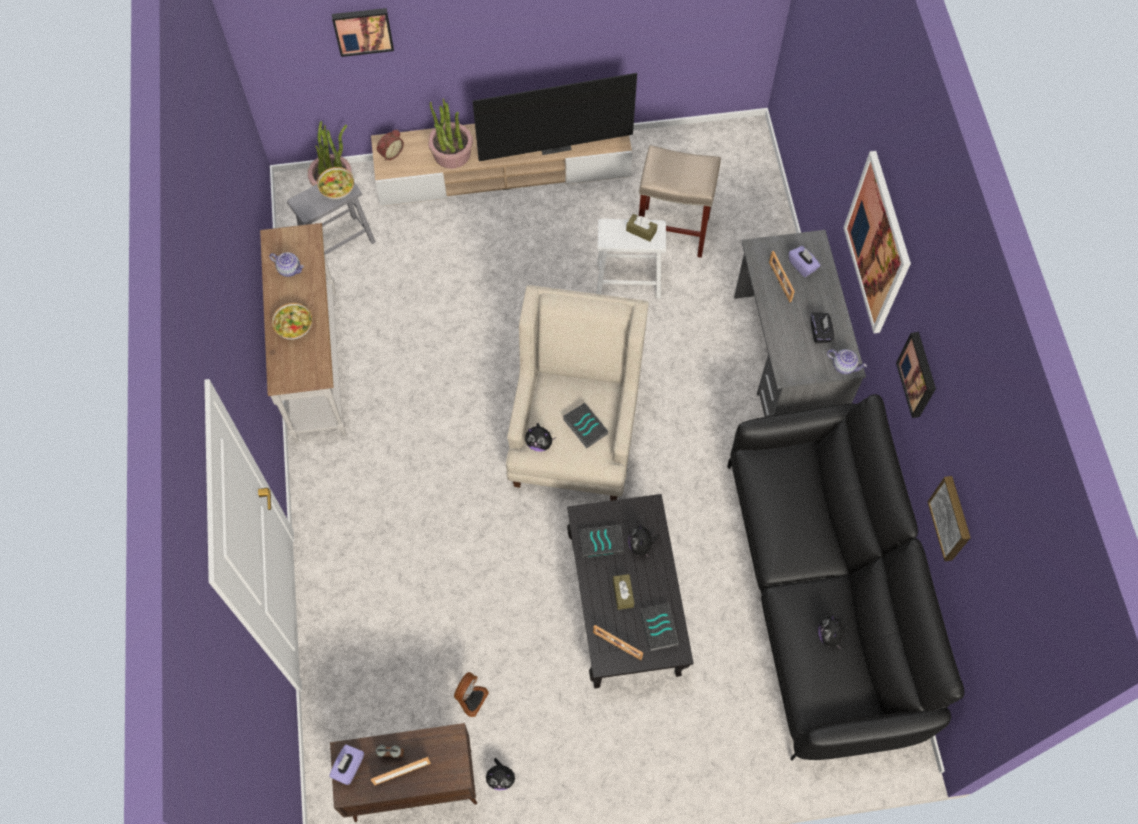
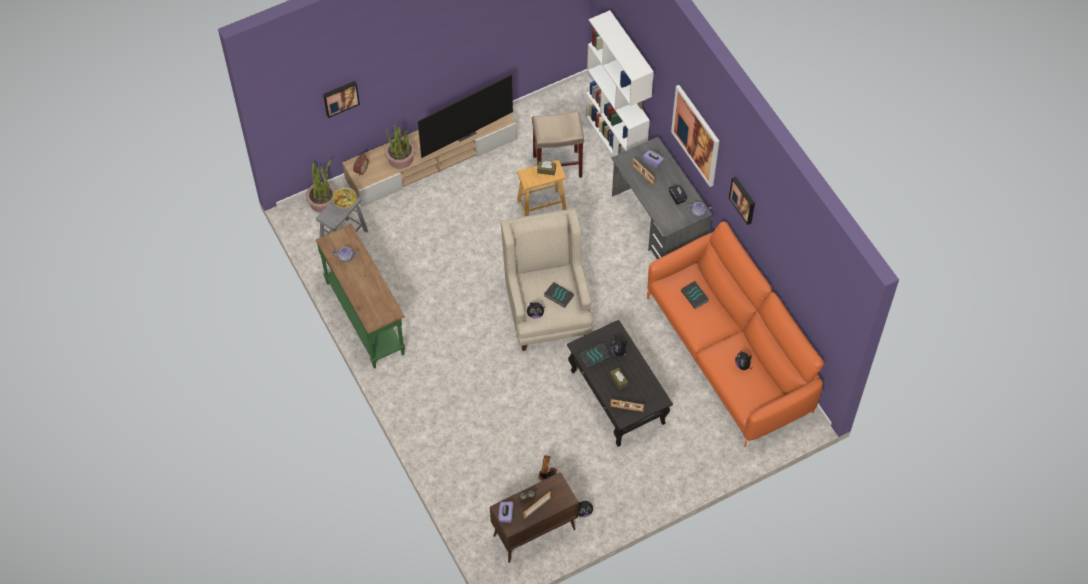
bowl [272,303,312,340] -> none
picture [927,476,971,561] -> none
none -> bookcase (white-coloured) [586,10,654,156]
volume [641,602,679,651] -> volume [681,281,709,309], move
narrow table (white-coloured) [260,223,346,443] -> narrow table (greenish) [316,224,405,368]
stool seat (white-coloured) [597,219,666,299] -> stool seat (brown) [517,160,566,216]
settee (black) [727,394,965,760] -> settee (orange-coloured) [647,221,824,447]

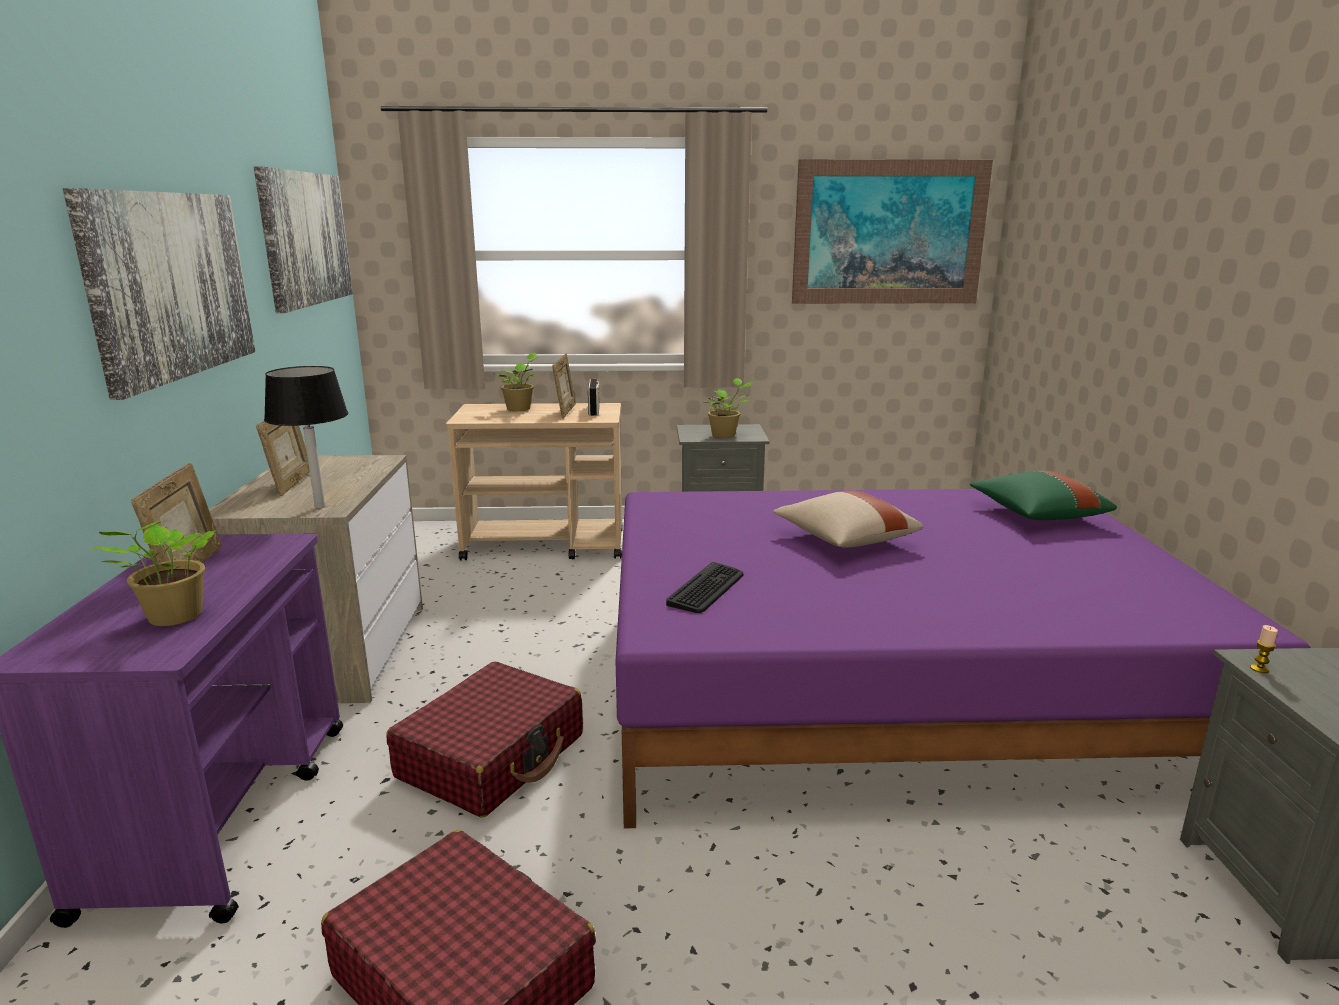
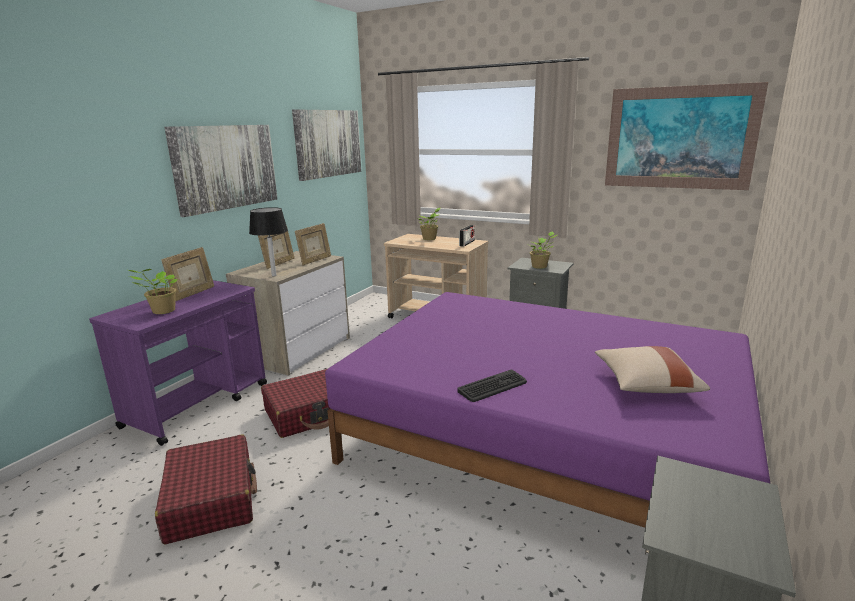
pillow (greenish) [970,471,1117,520] -> none
wax candle [1250,625,1278,673] -> none
photo frame [552,353,576,419] -> photo frame [295,223,331,265], move
keyboard [666,562,744,613] -> keyboard [457,370,527,402], move
pillow (beige-coloured) [773,490,924,547] -> pillow (beige-coloured) [595,346,710,393], move

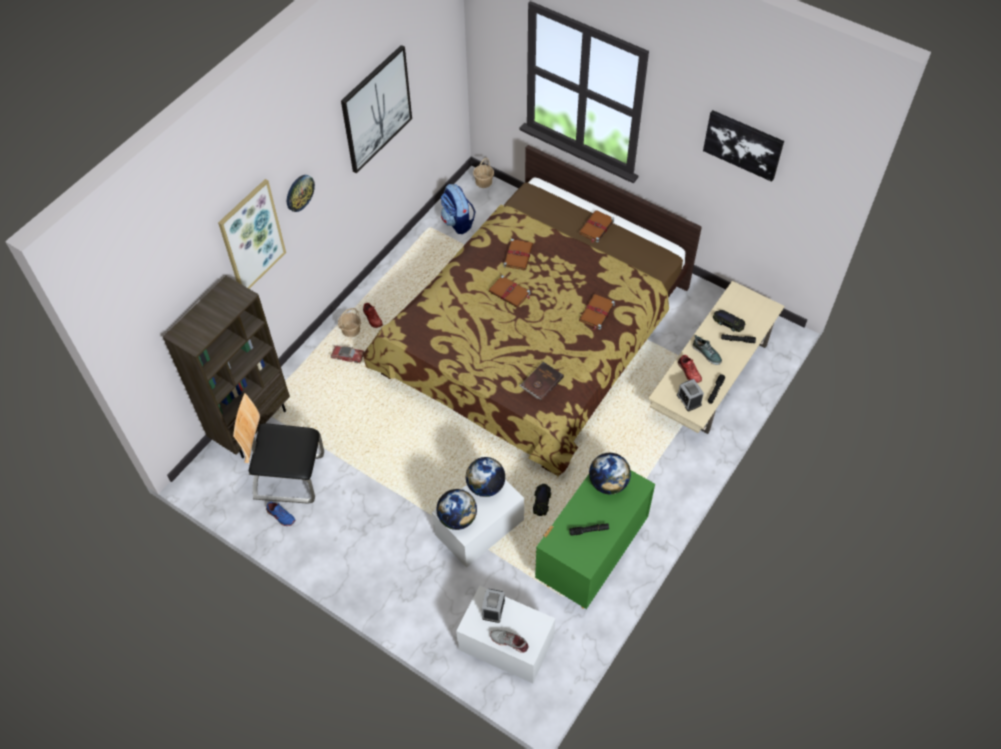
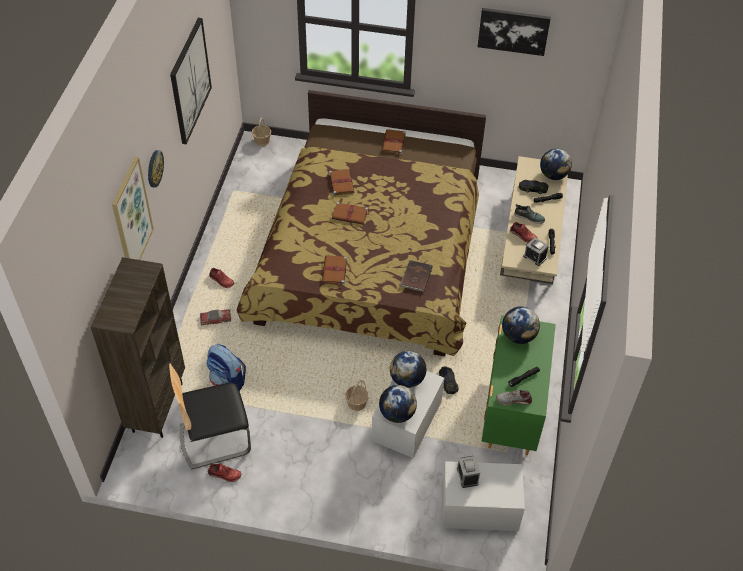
none -> globe [540,149,572,180]
storage basket [338,308,361,337] -> storage basket [345,380,369,411], move
backpack [441,184,476,234] -> backpack [206,344,246,391], move
shoe (gray) [490,630,529,653] -> shoe (gray) [496,390,532,405], move
volume (brown) [579,294,615,330] -> volume (brown) [322,255,347,287], move
shoe (blue-coloured) [266,502,296,526] -> shoe (red) [208,463,242,482]

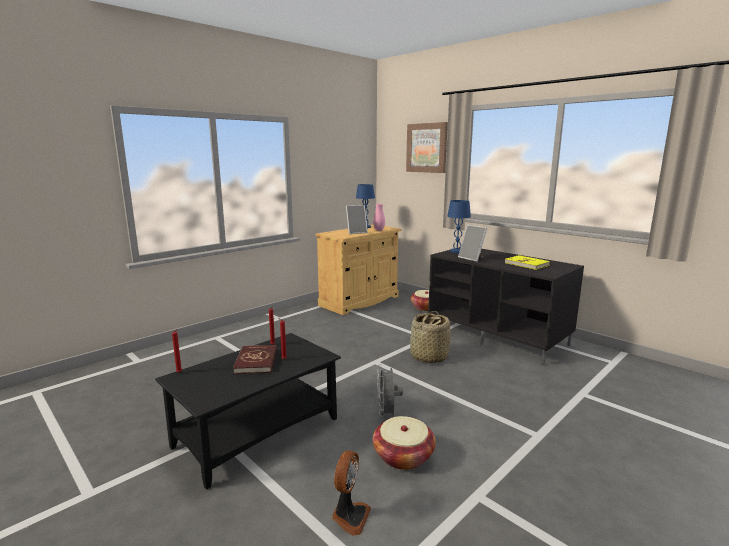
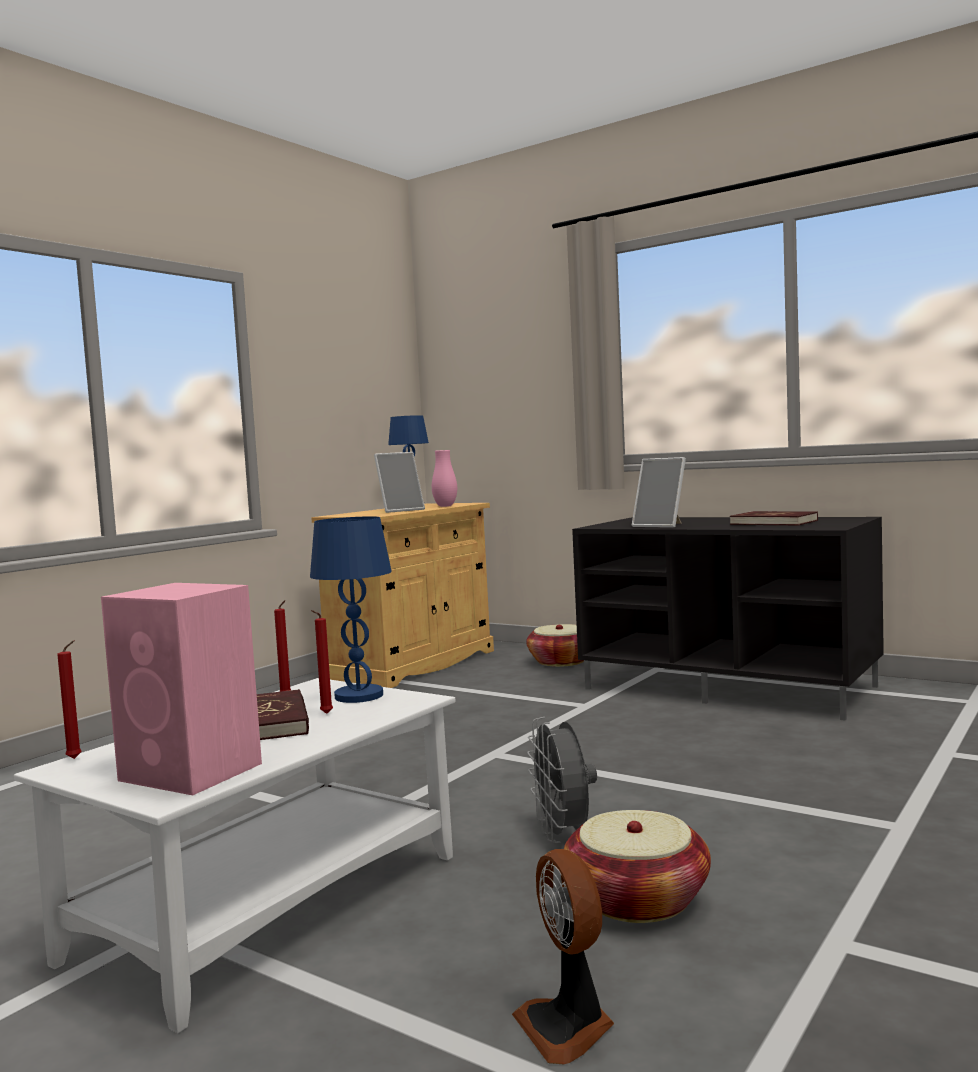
picture [406,122,448,173] -> none
storage basket [410,311,451,363] -> none
none -> audio speaker (pink-coloured) [101,583,262,795]
lamp for a table (blue-coloured) [447,200,471,253] -> lamp for a table (blue-coloured) [310,516,392,703], move
coffee table (black) [155,333,341,490] -> coffee table (white-coloured) [14,678,455,1033]
volume (yellowish) [505,255,550,270] -> volume (red) [730,511,818,526]
fan [331,451,371,536] -> fan [512,849,614,1065], 150 degrees clockwise

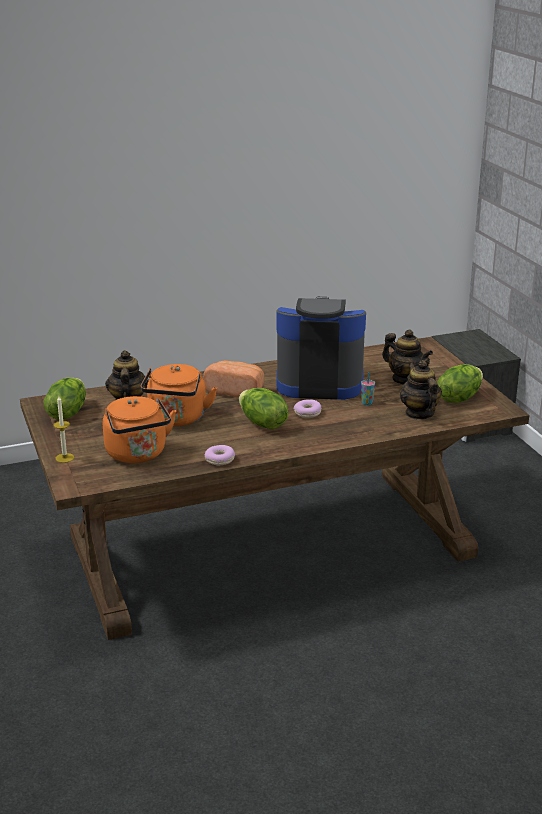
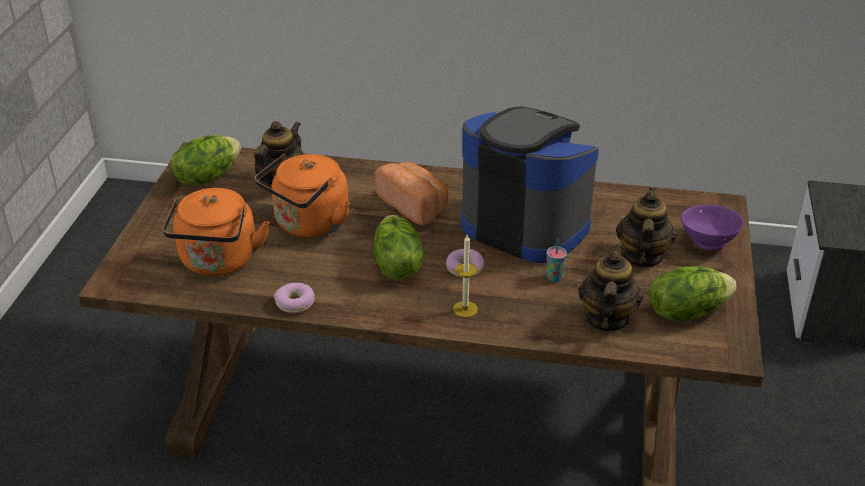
none -> bowl (purple) [681,205,744,251]
wax candle [53,396,74,463] -> wax candle [453,235,478,318], move
teapot [382,330,433,384] -> teapot [616,187,677,267], 150 degrees counterclockwise

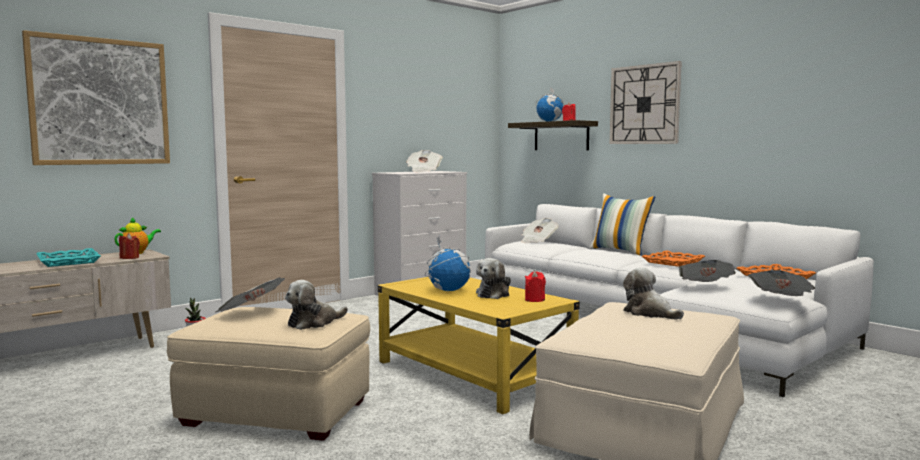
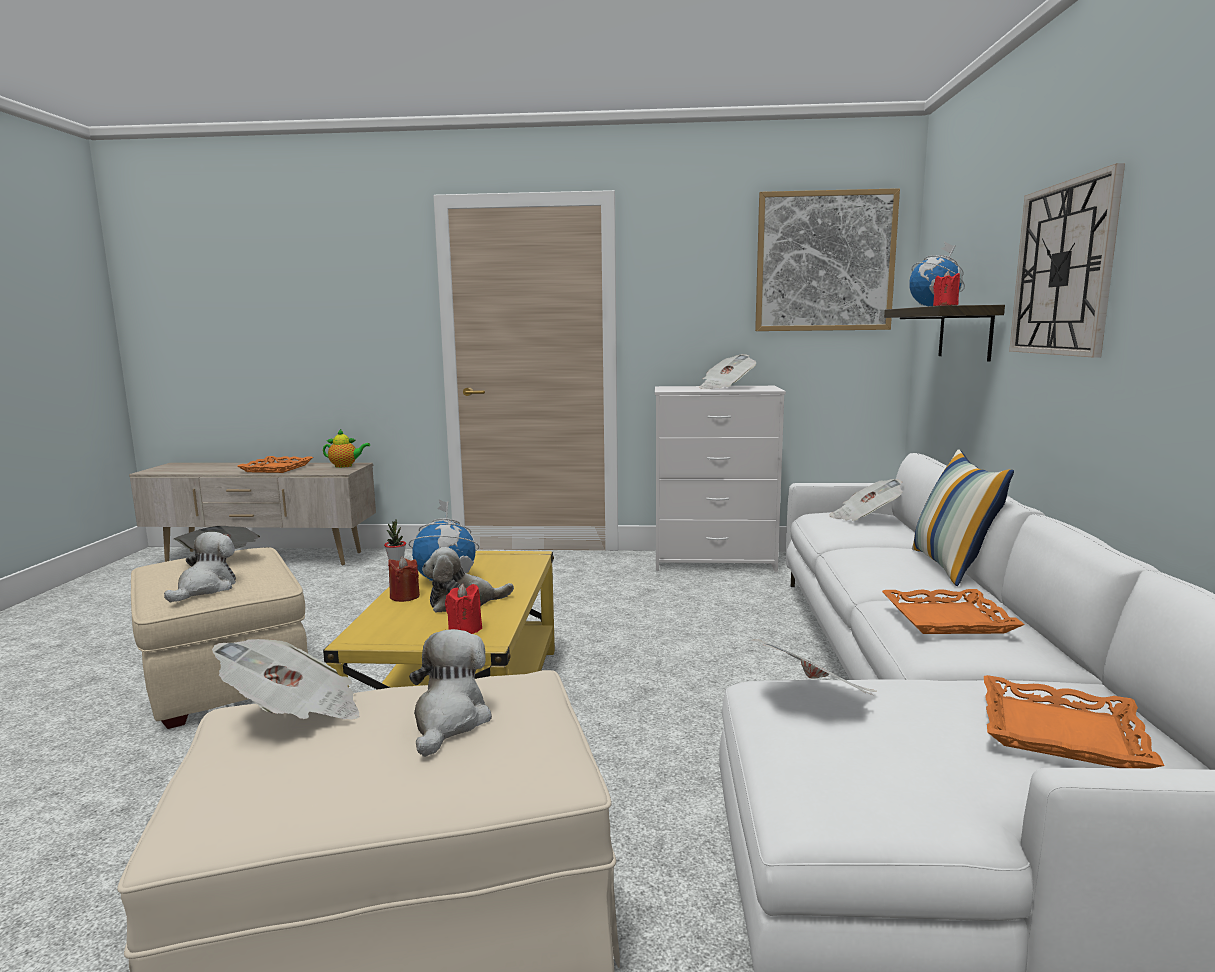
picture [22,30,170,165] -> picture [755,188,900,331], move
wax candle (red) [119,233,140,259] -> wax candle (red) [388,556,420,602], move
printed paper [748,270,815,296] -> printed paper [212,639,360,720], move
tray (turquoise-coloured) [36,248,101,267] -> tray (orange-coloured) [237,456,313,473]
cuddly toy [285,280,348,330] -> cuddly toy [164,532,236,603], 105 degrees clockwise

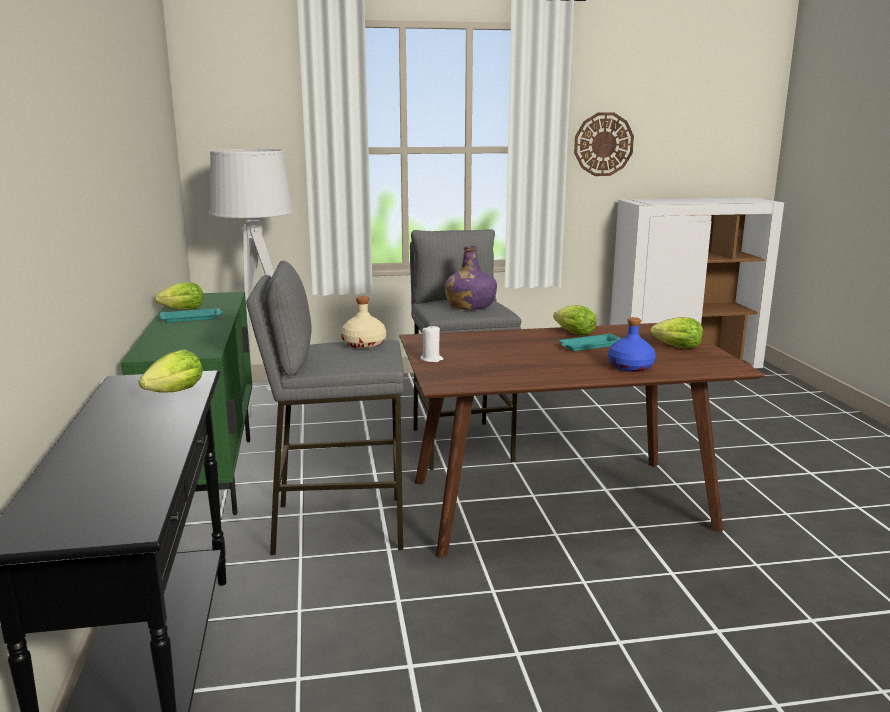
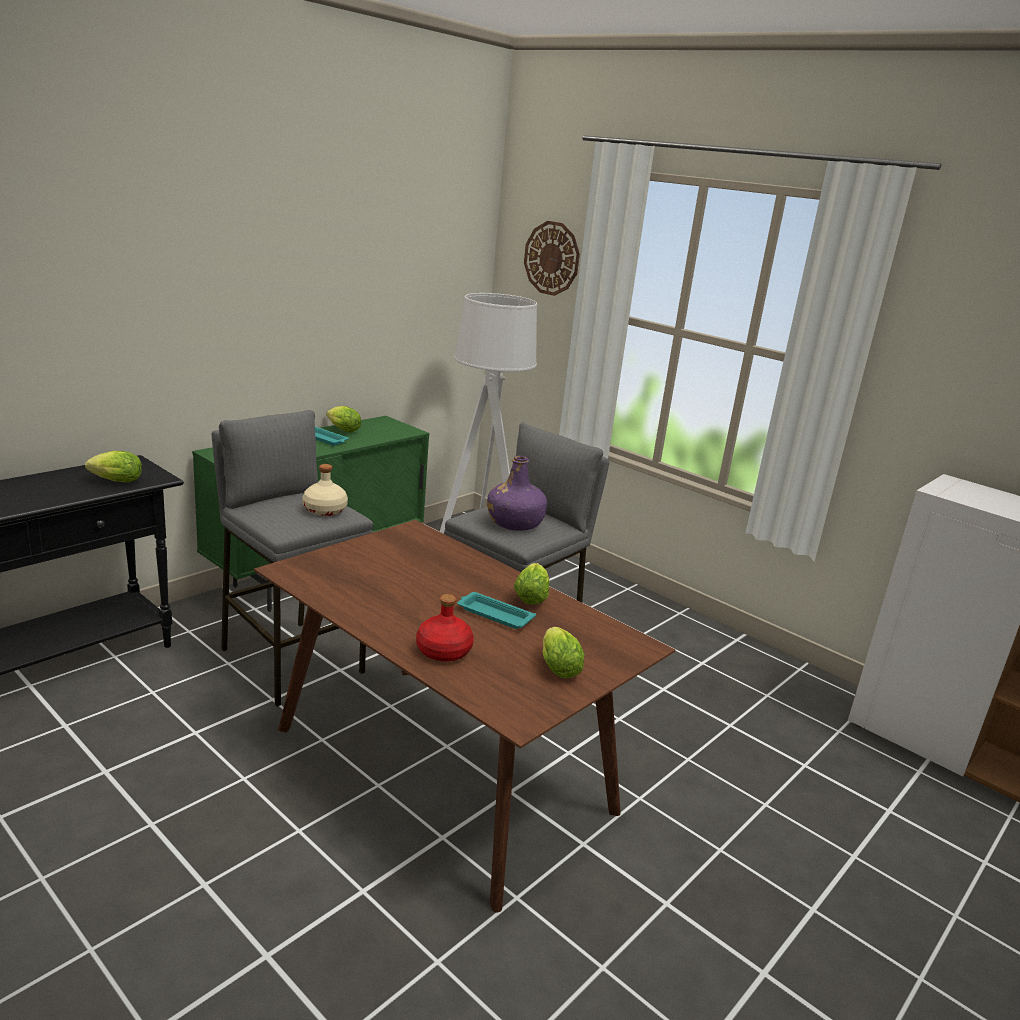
wax candle (white-coloured) [420,325,443,362] -> none
hanging clock [574,112,634,176] -> hanging clock [524,221,580,296], move
drink bottle (blue-coloured) [608,317,656,372] -> drink bottle (red) [416,594,474,662]

